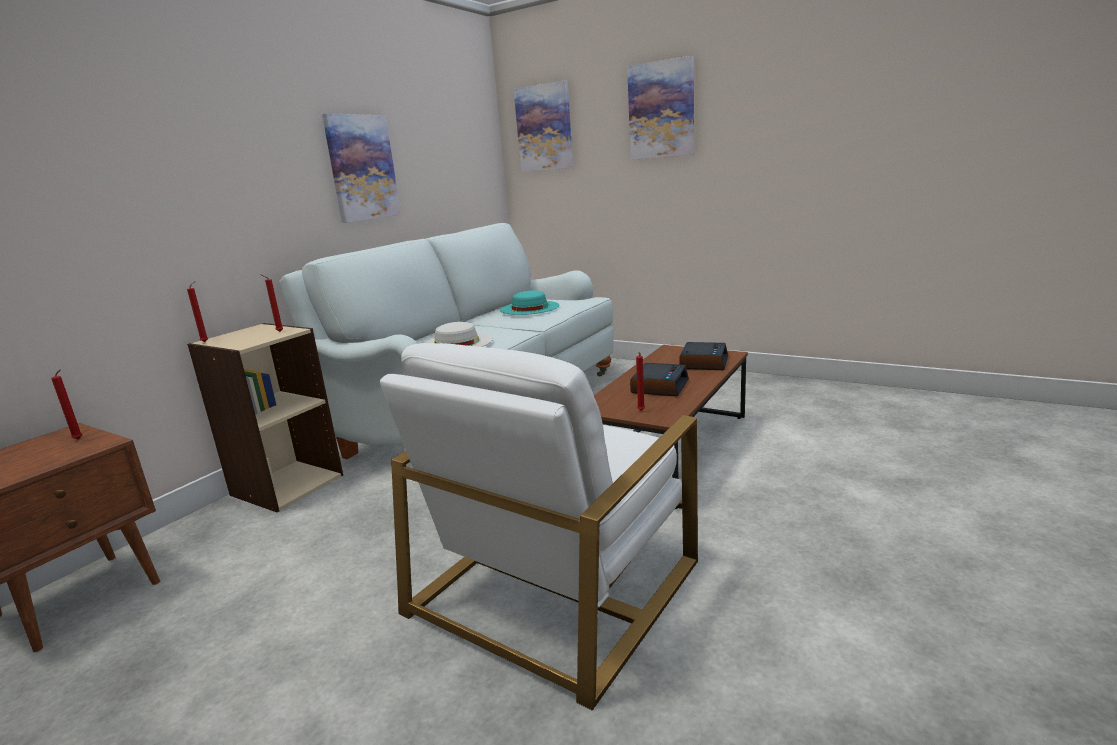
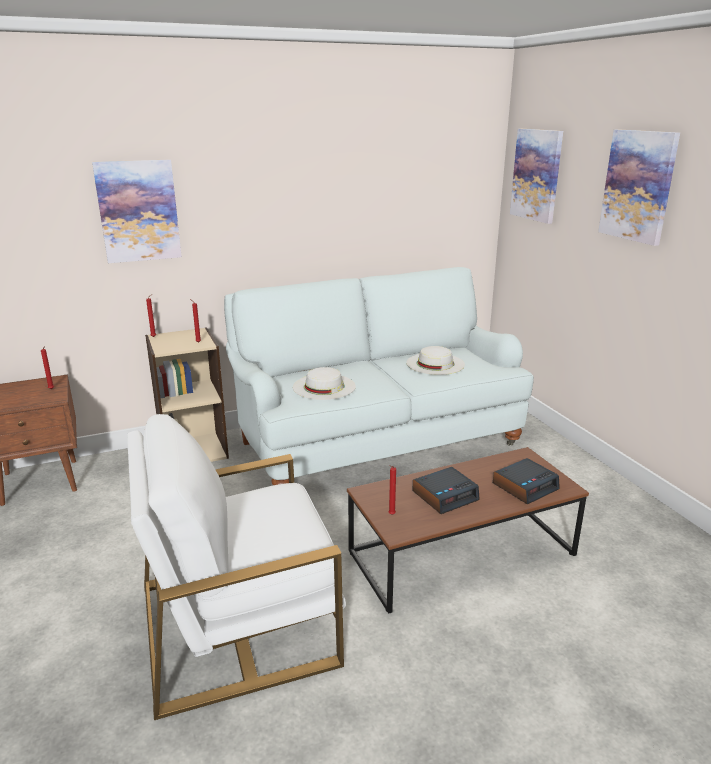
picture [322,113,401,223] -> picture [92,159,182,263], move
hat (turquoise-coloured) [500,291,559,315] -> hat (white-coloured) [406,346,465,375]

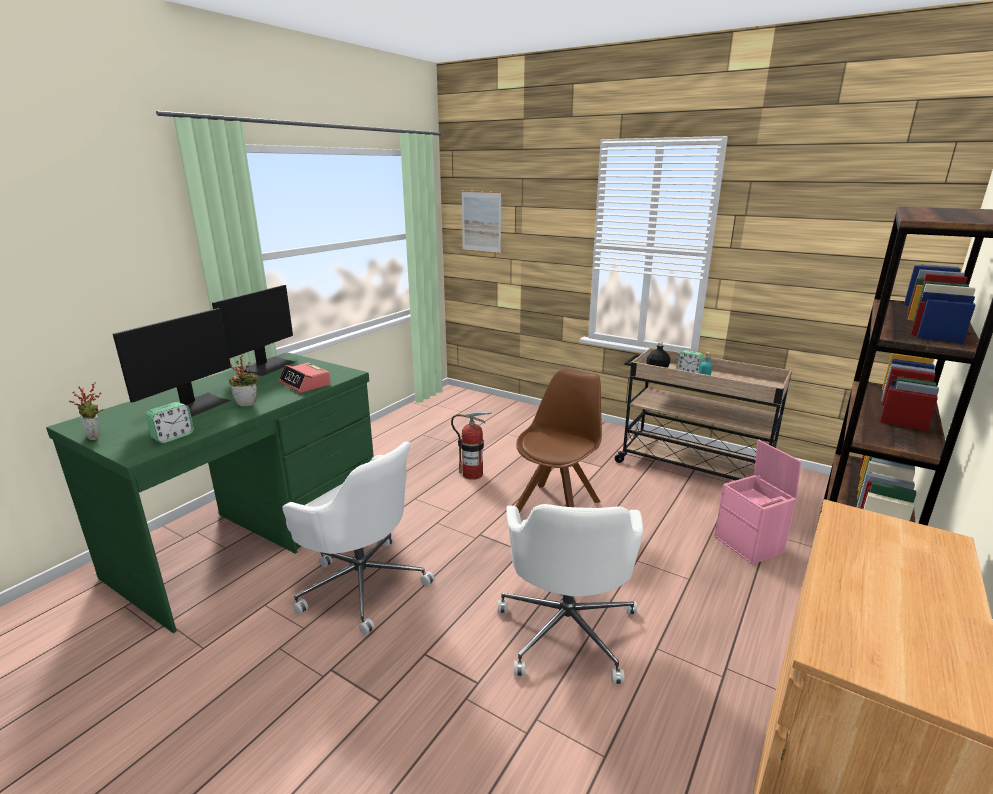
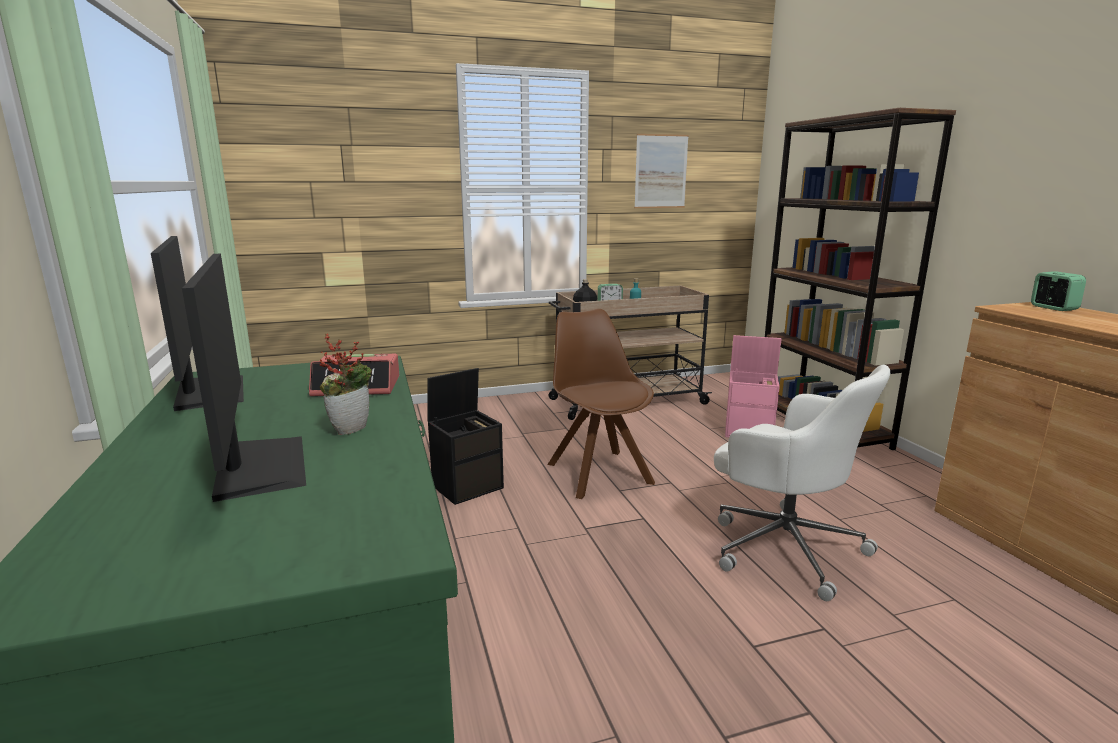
houseplant [69,383,103,440] -> none
desk chair (white-coloured) [282,442,434,635] -> none
alarm clock [145,402,194,443] -> alarm clock [1031,271,1086,311], move
picture [461,191,501,254] -> picture [634,134,689,208], move
extinguisher [451,411,493,480] -> storage container (black) [427,368,504,505]

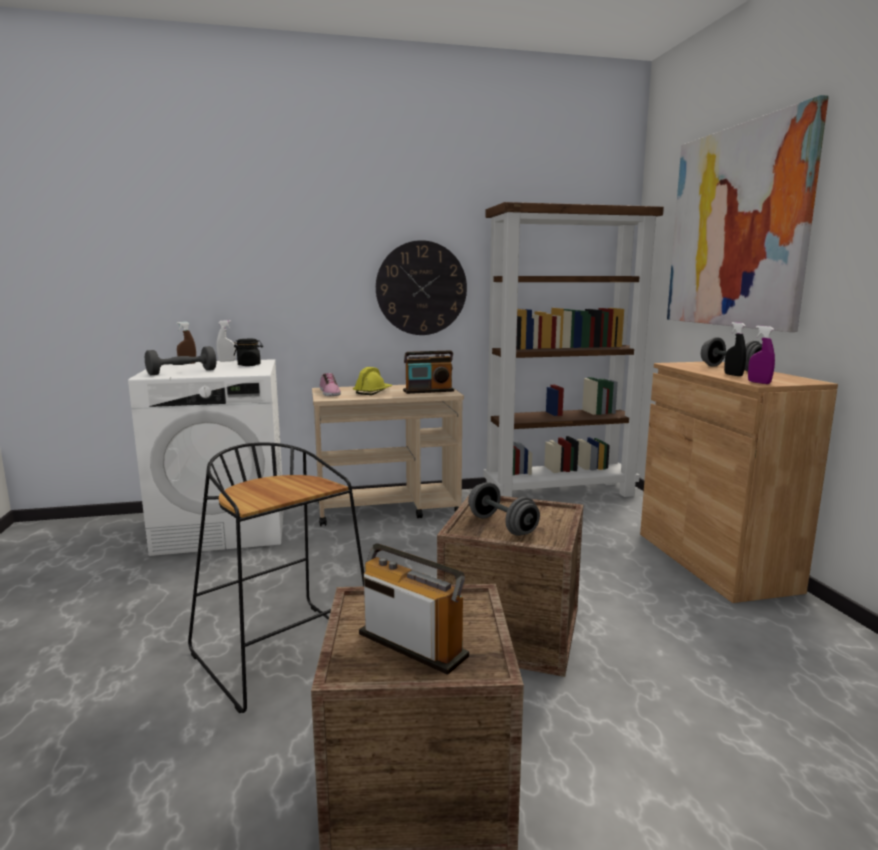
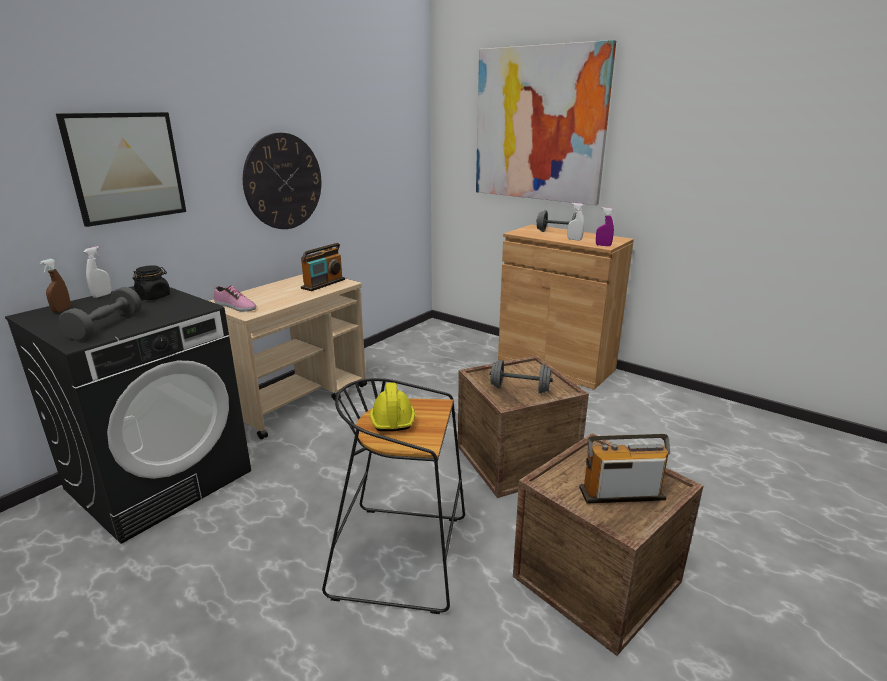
bookcase (brown) [484,202,664,497] -> none
none -> picture [56,112,186,227]
safety helmet (yellowish) [353,367,392,395] -> safety helmet (yellowish) [370,382,415,431], move
laundry machine (white-coloured) [128,359,284,556] -> laundry machine (black) [5,286,251,544]
sprayer (black) [724,322,746,376] -> sprayer (white-coloured) [567,203,584,241]

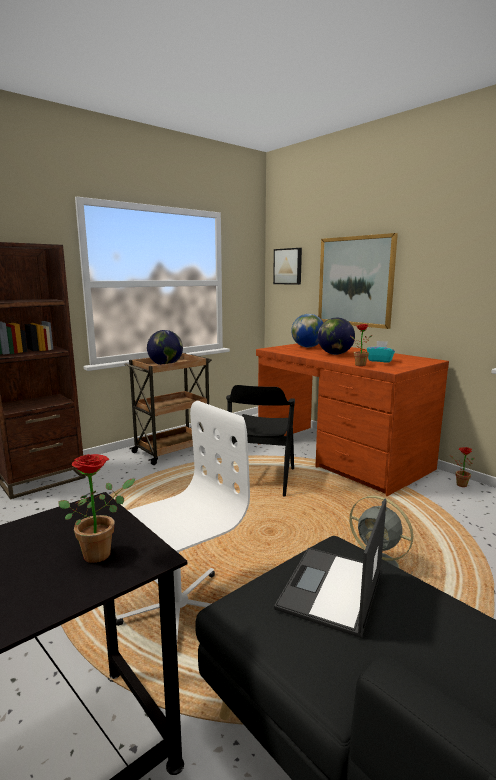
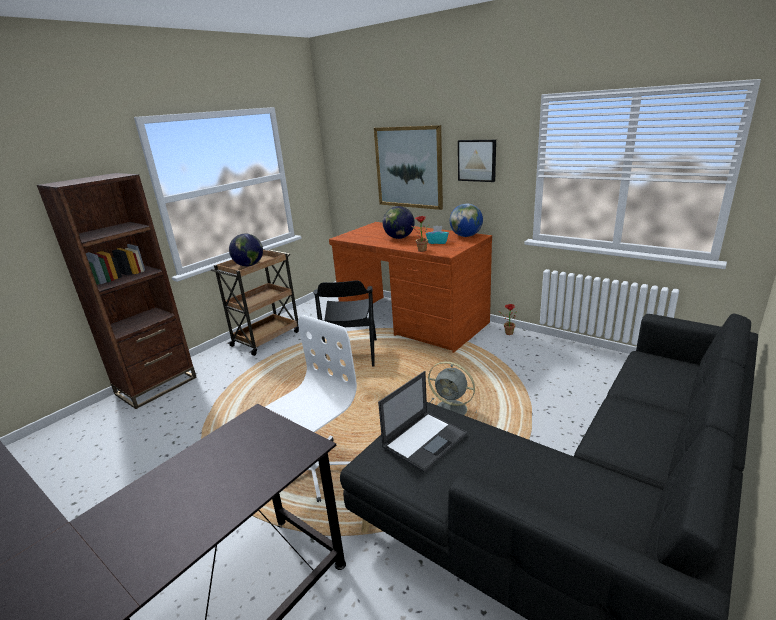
houseplant [58,454,135,563] -> none
picture [273,248,302,285] -> picture [458,140,496,182], move
globe [291,314,323,347] -> globe [450,203,483,237], move
notebook computer [274,498,387,638] -> notebook computer [378,371,467,473], 150 degrees counterclockwise

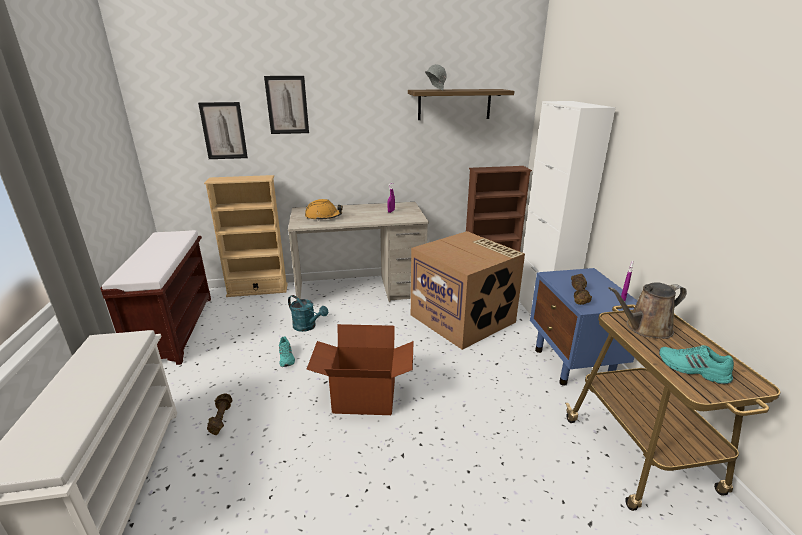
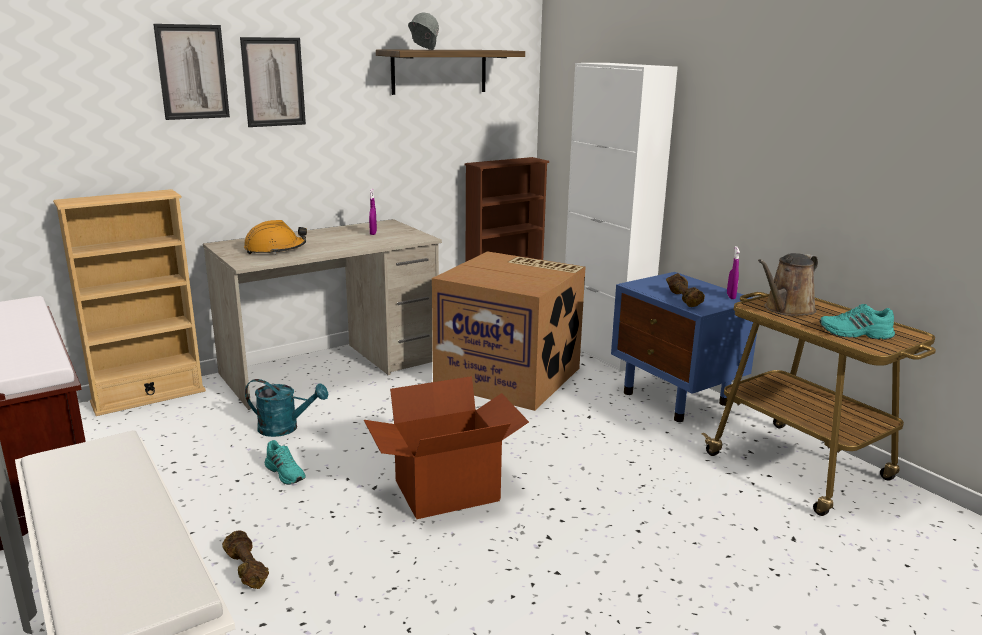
picture [198,102,248,159] -> picture [240,37,306,127], move

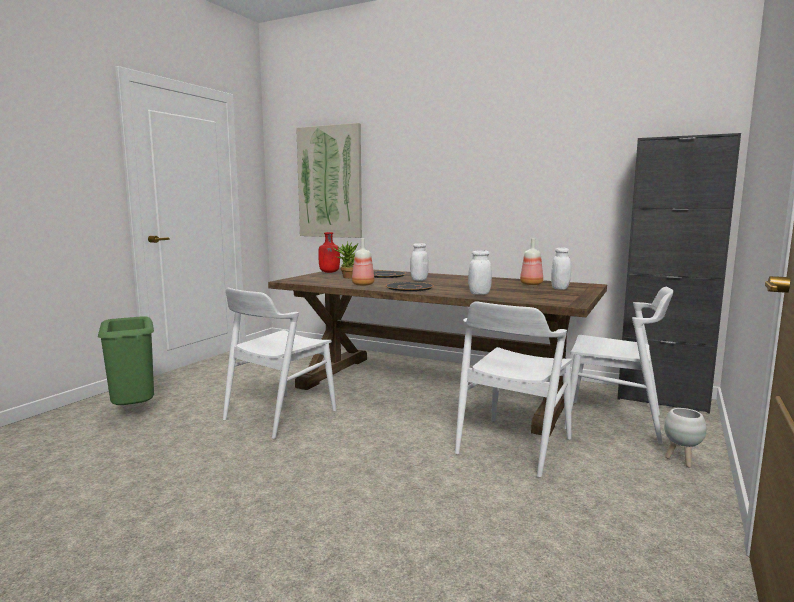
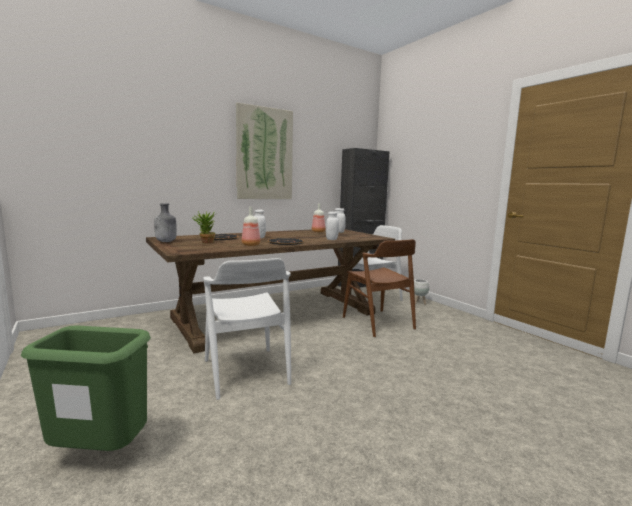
picture [296,123,362,238] -> picture [236,103,293,199], move
drink bottle (red) [318,232,340,273] -> drink bottle (gray) [154,203,177,242]
upright chair (white-coloured) [455,301,572,477] -> upright chair (brown) [343,239,416,337]

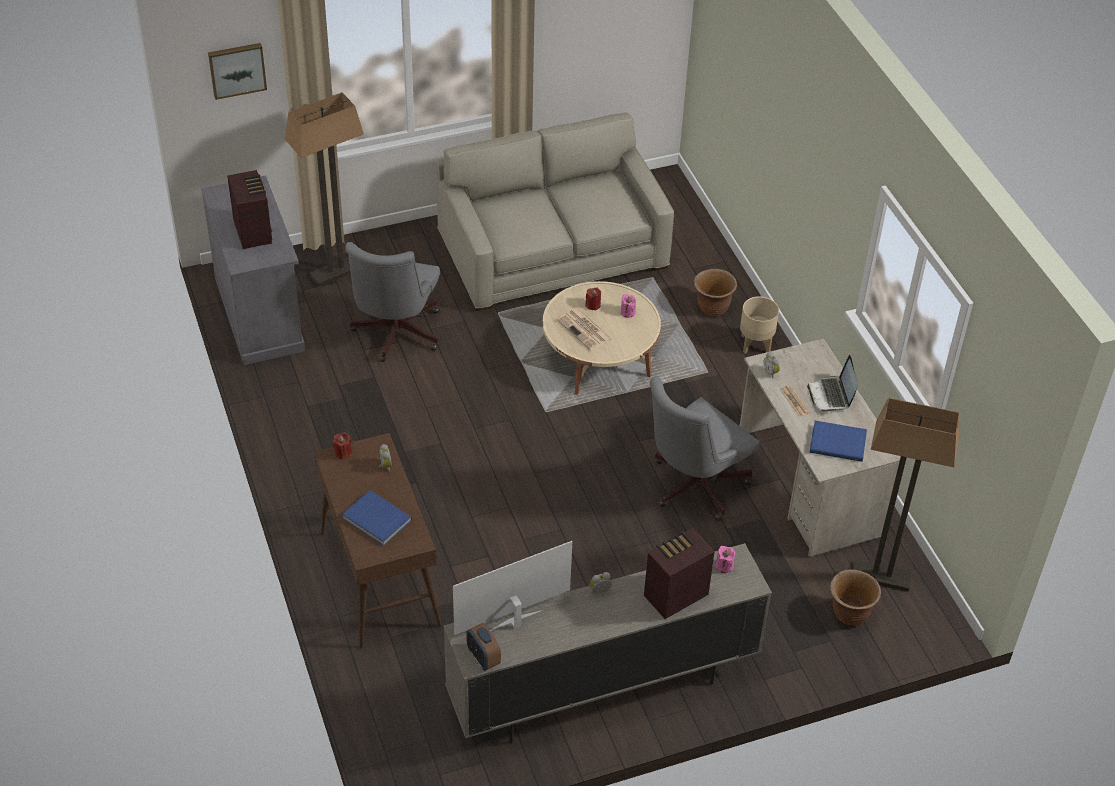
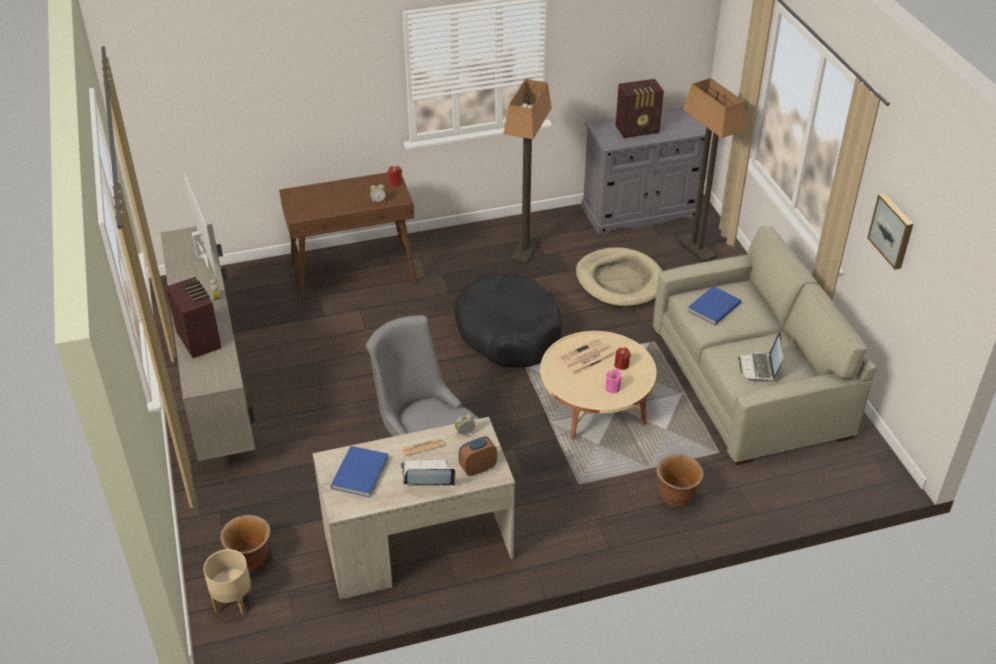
wax candle (pink-coloured) [716,546,735,573] -> none
none -> dog cushion (black) [454,273,562,368]
none -> notebook computer [738,332,783,381]
picture [208,43,267,100] -> picture [867,193,913,270], move
volume (blue-coloured) [342,490,412,546] -> volume (blue-coloured) [688,286,741,325], move
alarm clock [466,623,501,671] -> alarm clock [459,436,497,476], move
flower pot (beige-coloured) [740,296,779,353] -> flower pot (beige-coloured) [203,549,252,615], move
floor lamp [853,398,960,592] -> floor lamp [503,79,552,265], move
desk chair (gray) [345,242,440,362] -> dog cushion (beige-coloured) [576,247,663,307]

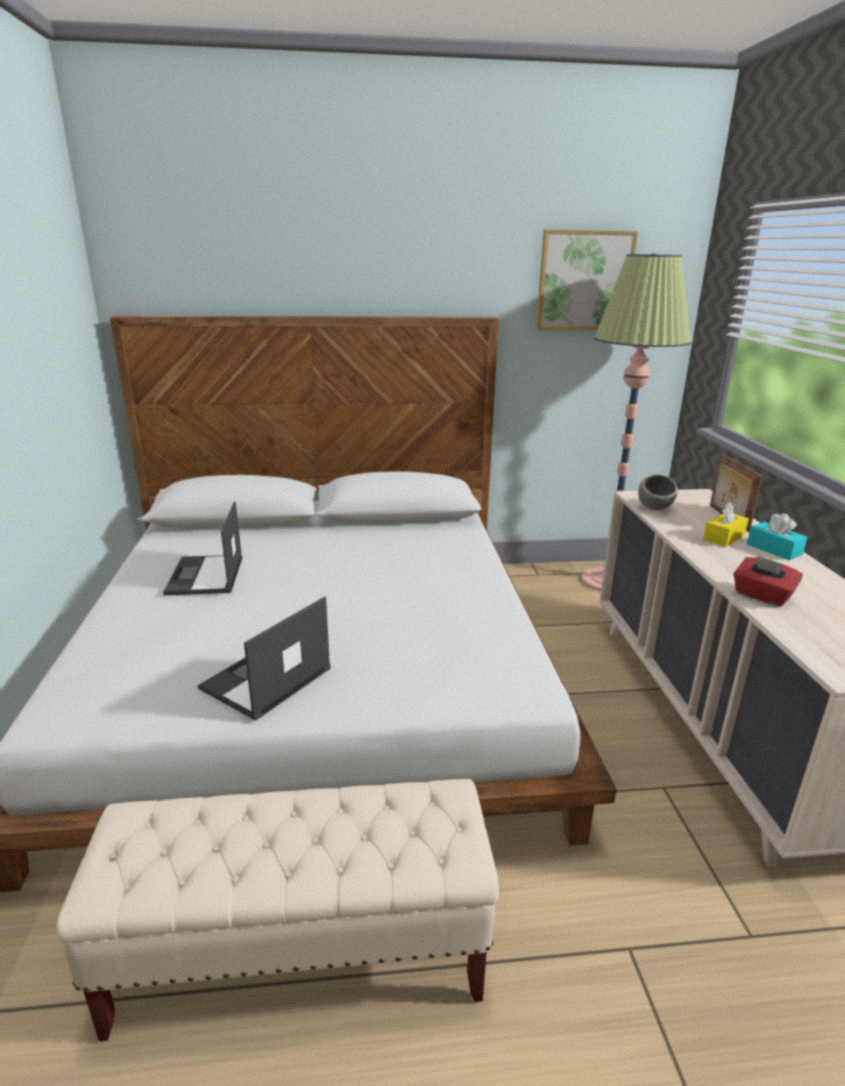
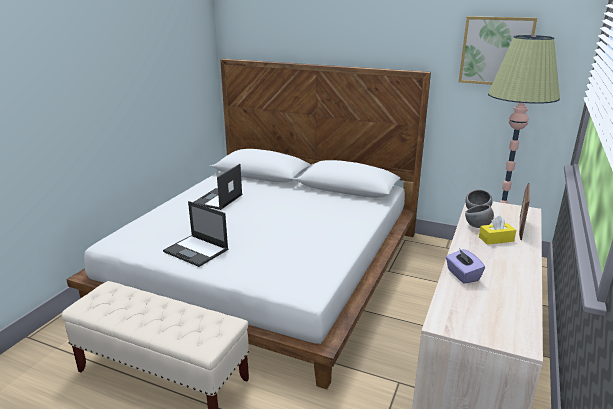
tissue holder (turquoise-coloured) [747,513,807,560] -> none
none -> bowl (gray) [465,205,494,228]
tissue holder (red) [733,555,803,607] -> tissue holder (purple) [446,248,485,284]
notebook computer [198,597,331,721] -> notebook computer [163,201,228,267], 120 degrees counterclockwise

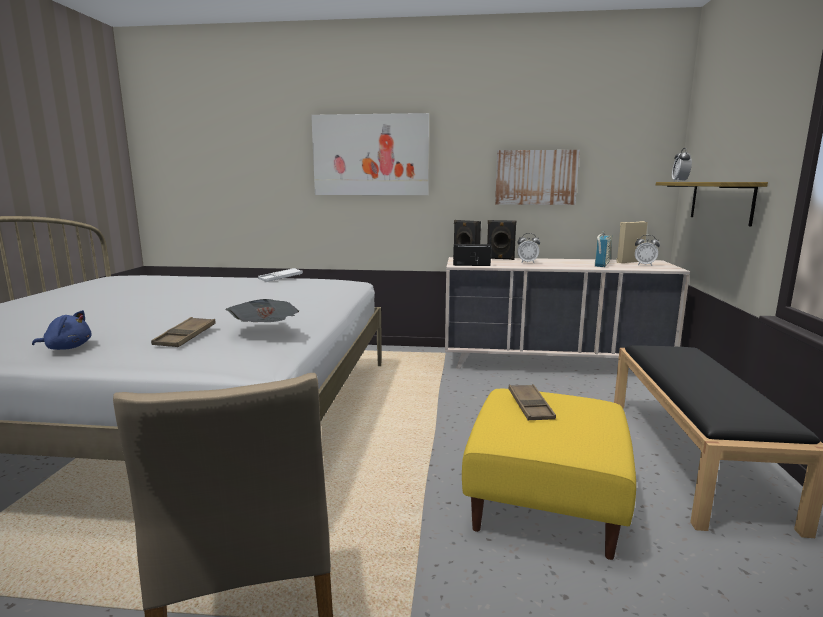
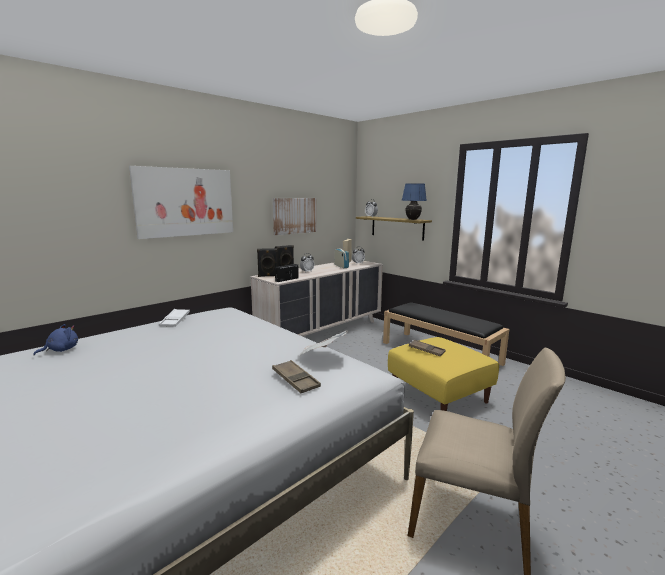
none -> lamp for a table (blue-coloured) [402,183,427,220]
cuddly toy (blue-coloured) [32,310,92,350] -> cuddly toy (blue-coloured) [33,324,78,356], move

